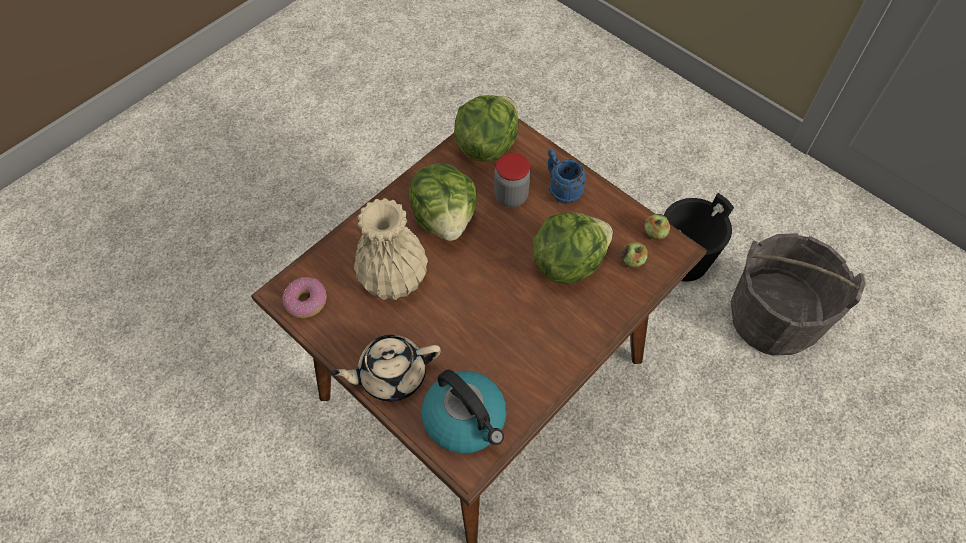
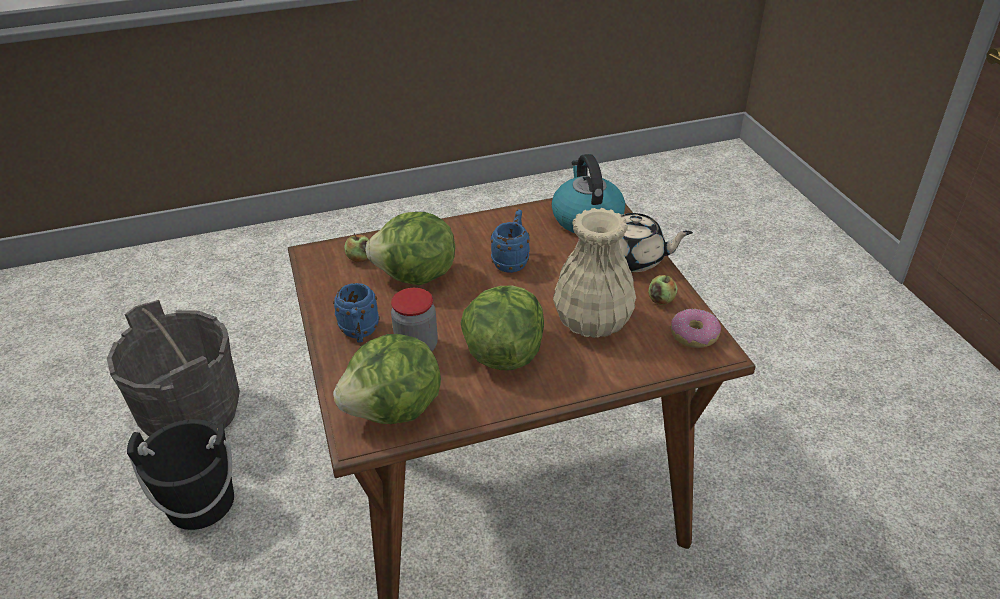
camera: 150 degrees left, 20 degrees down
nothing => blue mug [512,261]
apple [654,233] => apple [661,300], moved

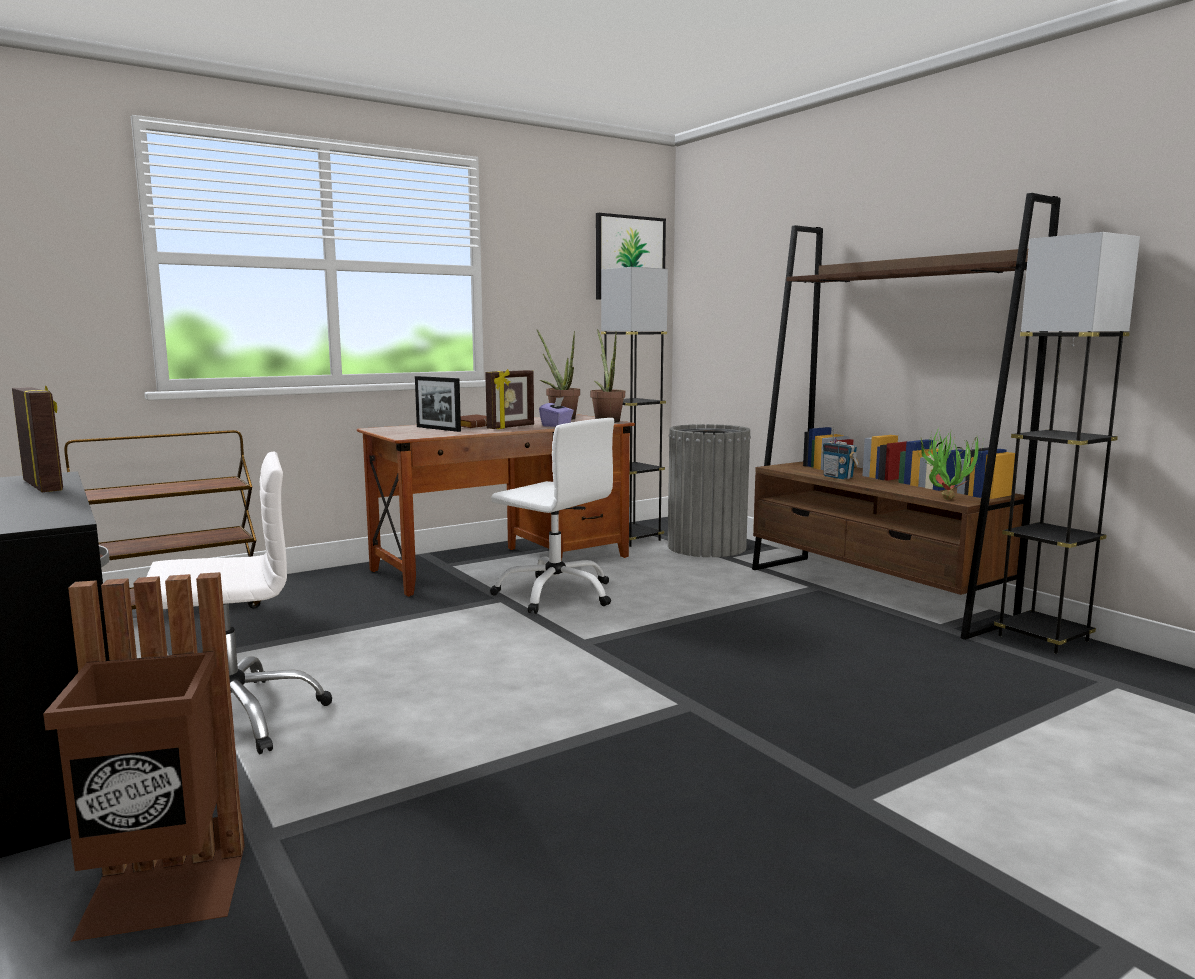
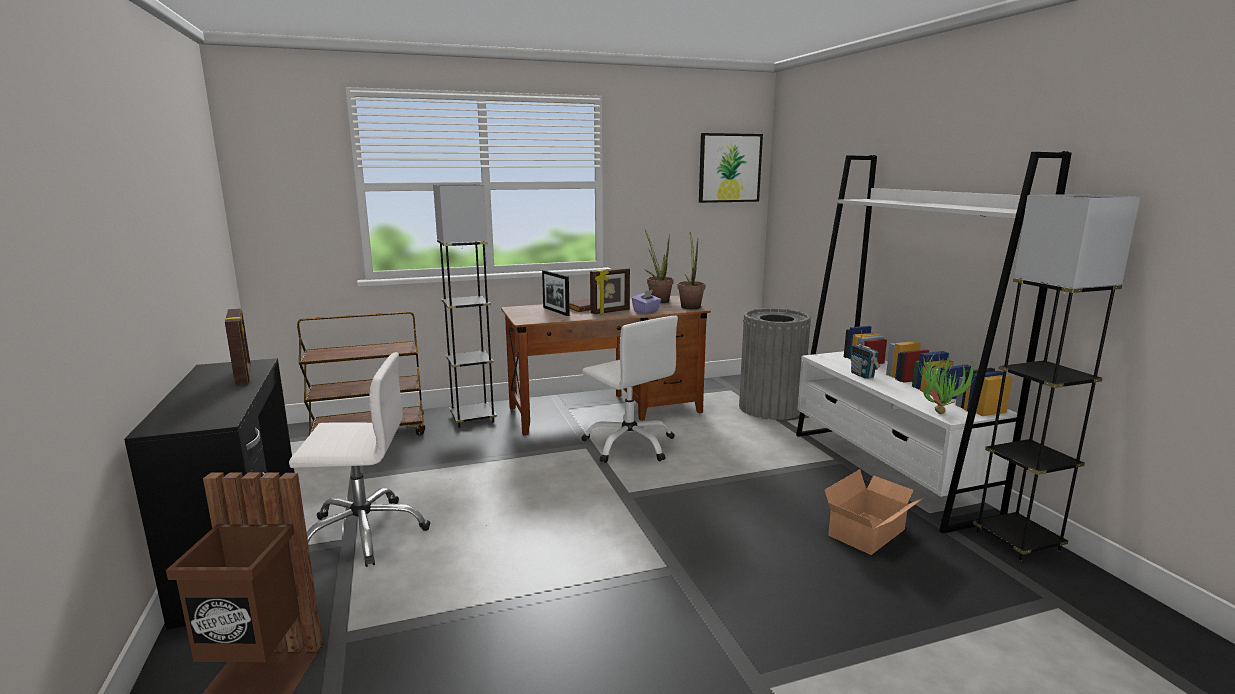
camera: 15 degrees right, 5 degrees up
grey floor lamp [632,539] => grey floor lamp [473,418], moved
brown bookcase [873,593] => white bookcase [887,472]
nothing => cardboard box [870,533]

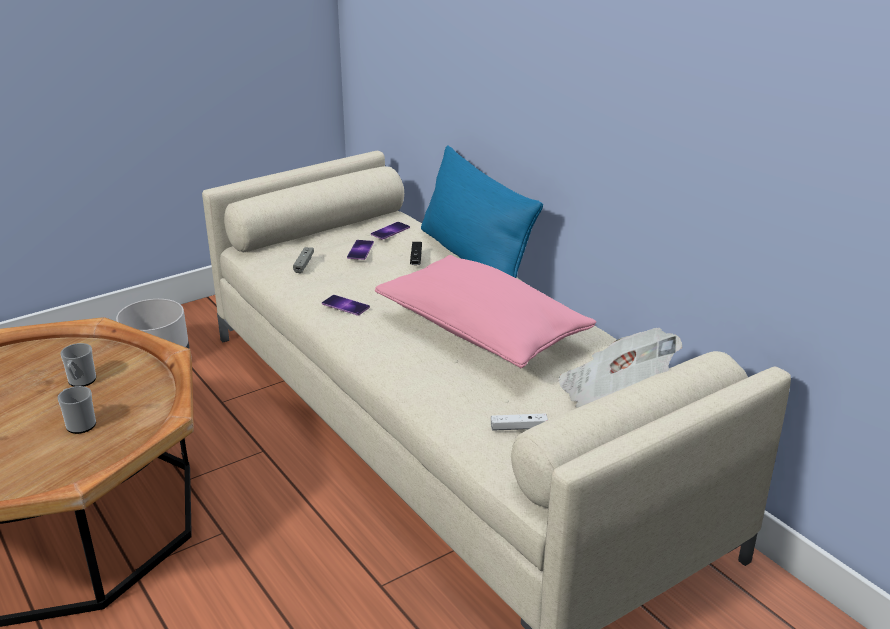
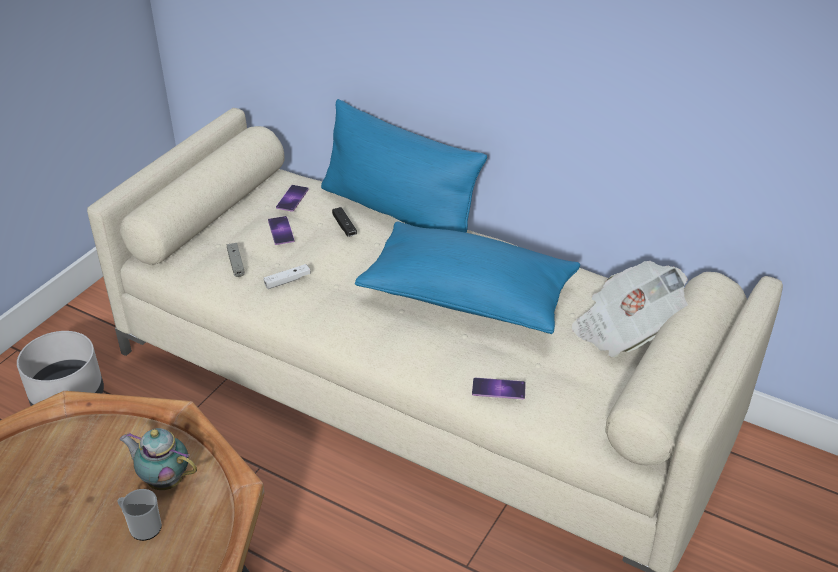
camera: 25 degrees left, 10 degrees up
nothing => teapot [164,480]
white game controller [518,427] => white game controller [287,281], moved
pink pillow [481,332] => blue pillow [468,297]
phone [345,305] => phone [498,389], moved
mug [81,381] => nothing

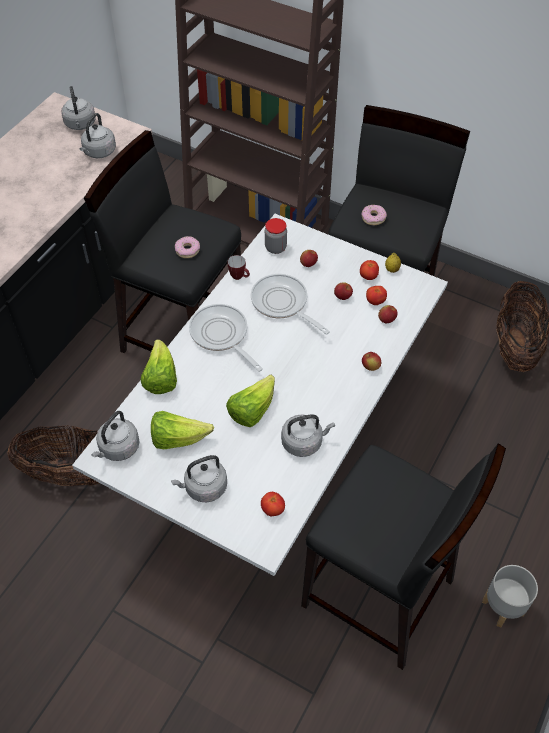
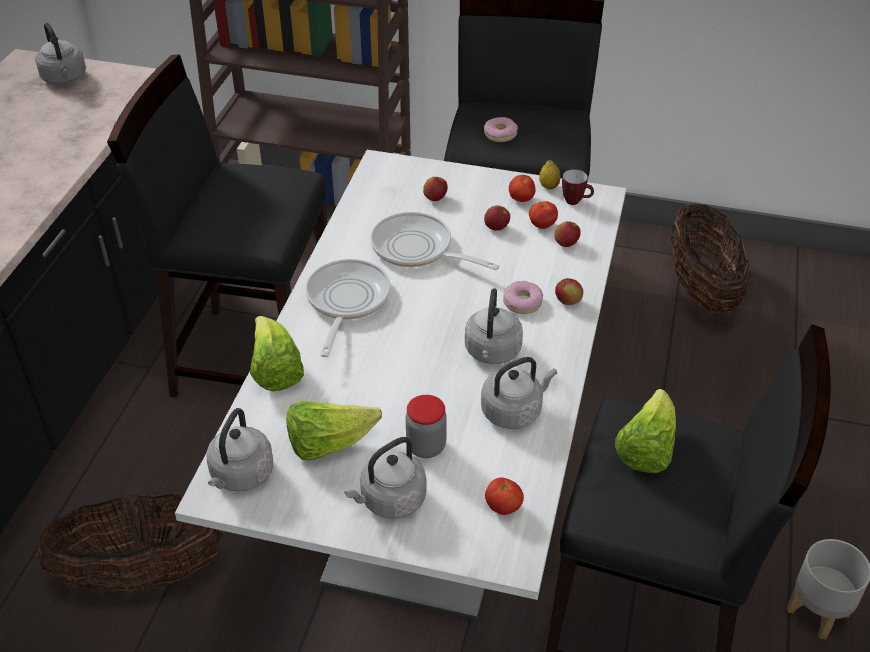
camera: 15 degrees left, 10 degrees down
frying pan [221,335] => frying pan [346,302], 60 degrees clockwise
jar [275,248] => jar [426,446], moved
grey kettle [99,152] => grey kettle [492,352], moved
donut [187,250] => donut [522,302], moved
mug [239,277] => mug [576,201], moved
lettuce [252,410] => lettuce [645,449], moved

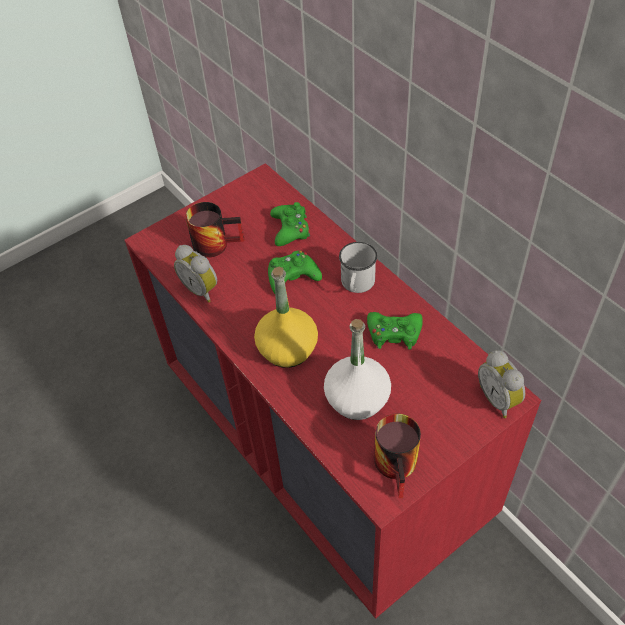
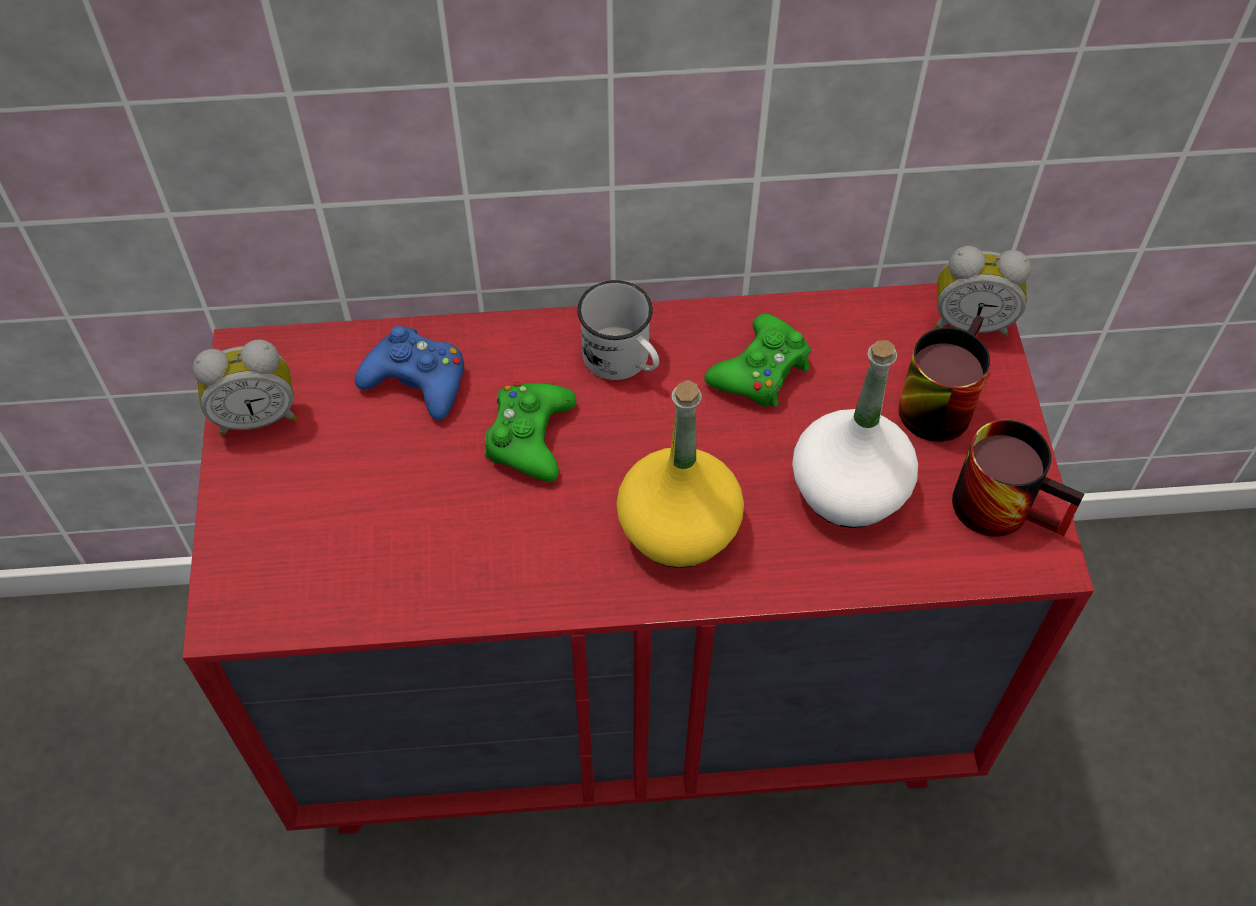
camera: 60 degrees left, 5 degrees up
alarm clock [202,289] => alarm clock [257,416], moved
green game controller [290,229] => blue game controller [417,381]
mug [216,242] => mug [934,398], moved

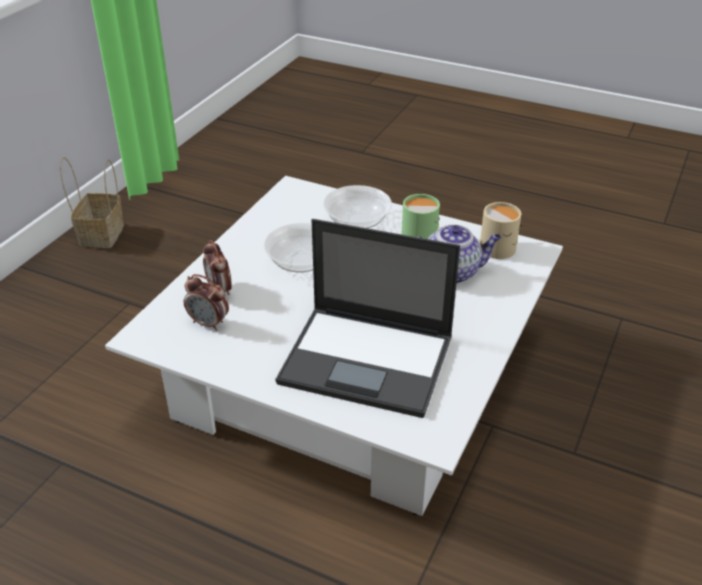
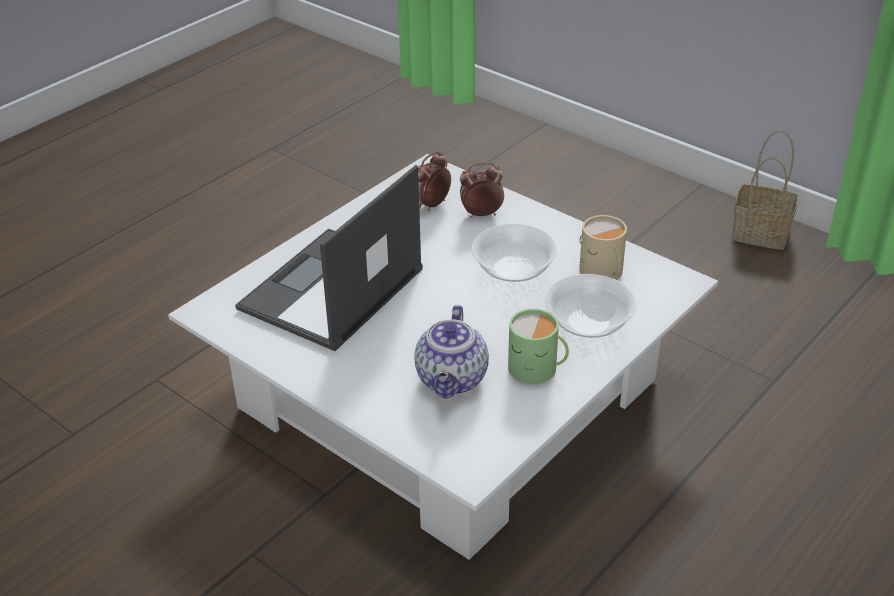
camera: 105 degrees right, 0 degrees up
beige mug [501,247] => beige mug [603,272], moved

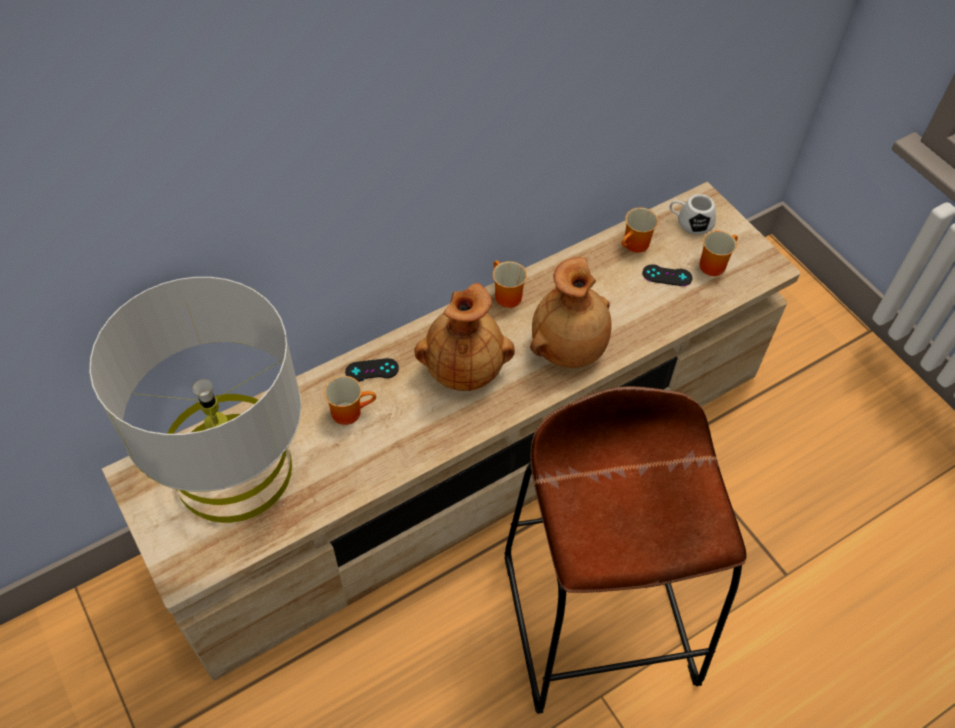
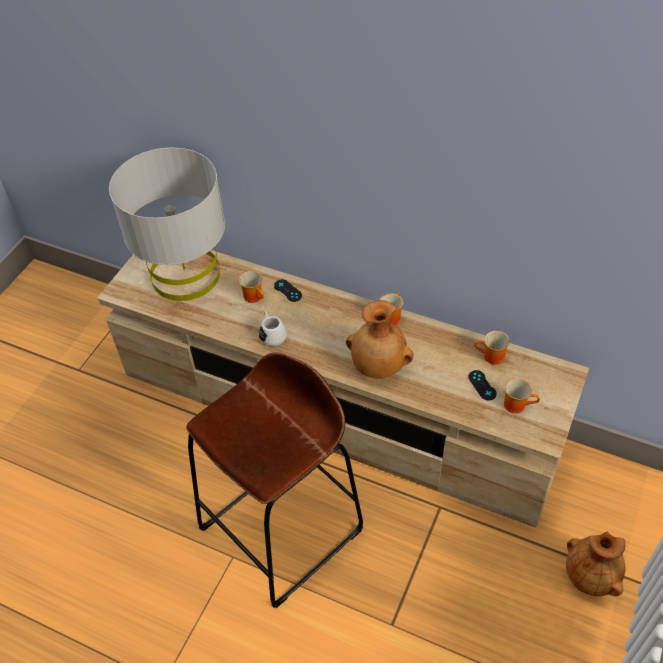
camera: 60 degrees right, 5 degrees down
white mug [690,221] => white mug [271,334], moved
brown vase [464,368] => brown vase [591,575], moved

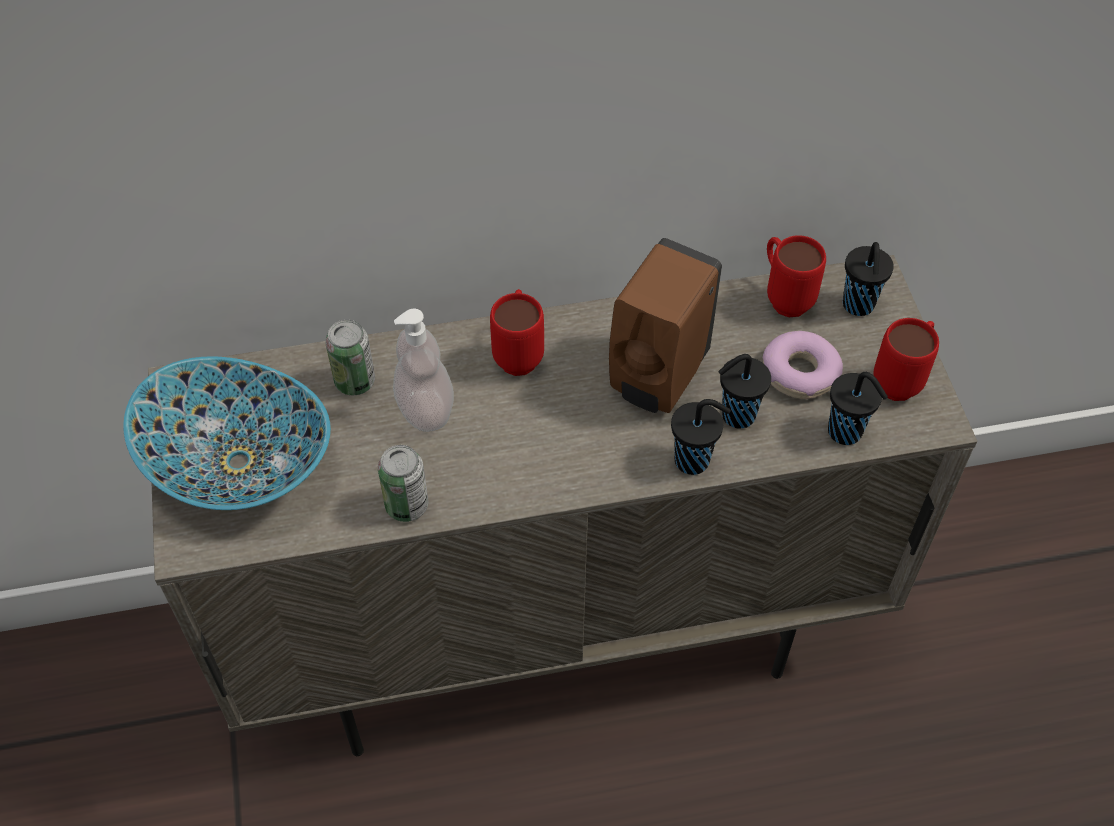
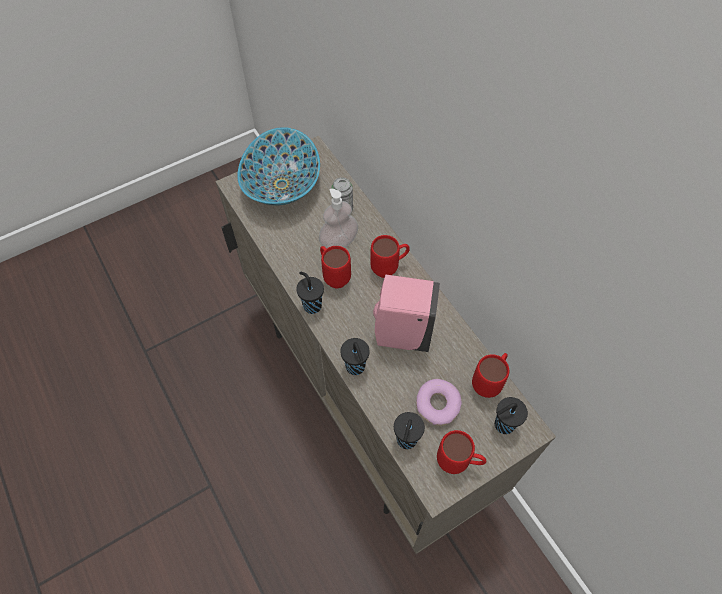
camera: 70 degrees right, 5 degrees up
black cup [736,416] => black cup [311,305], moved
nothing => red mug [334,276]
brown soap dispenser [657,379] => pink soap dispenser [401,335]
can [407,505] => nothing

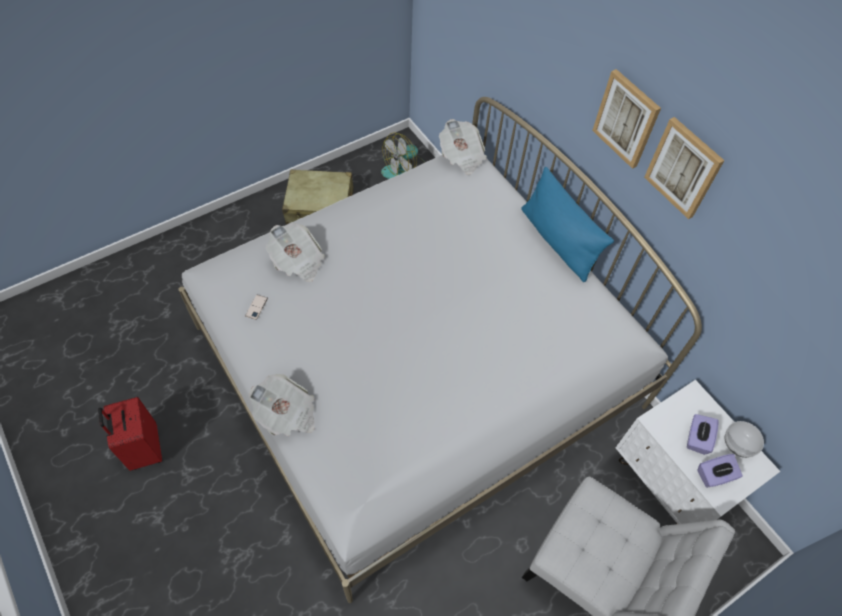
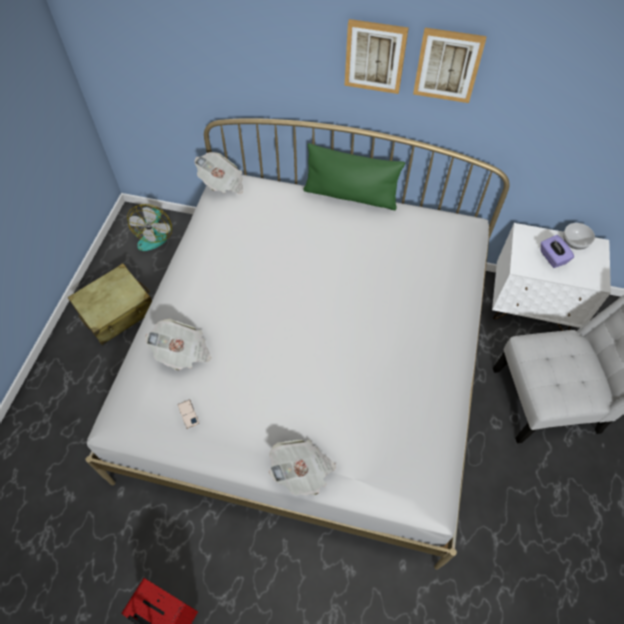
camera: 40 degrees left, 0 degrees up
blue pillow [557,241] => green pillow [350,195]
purple tissue box [714,476] => nothing

